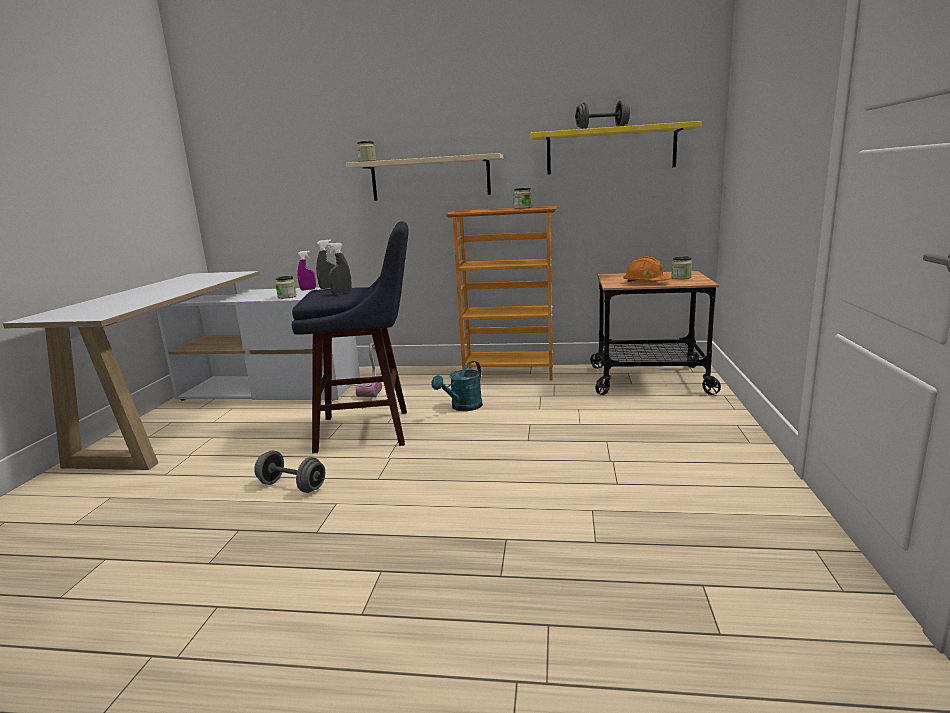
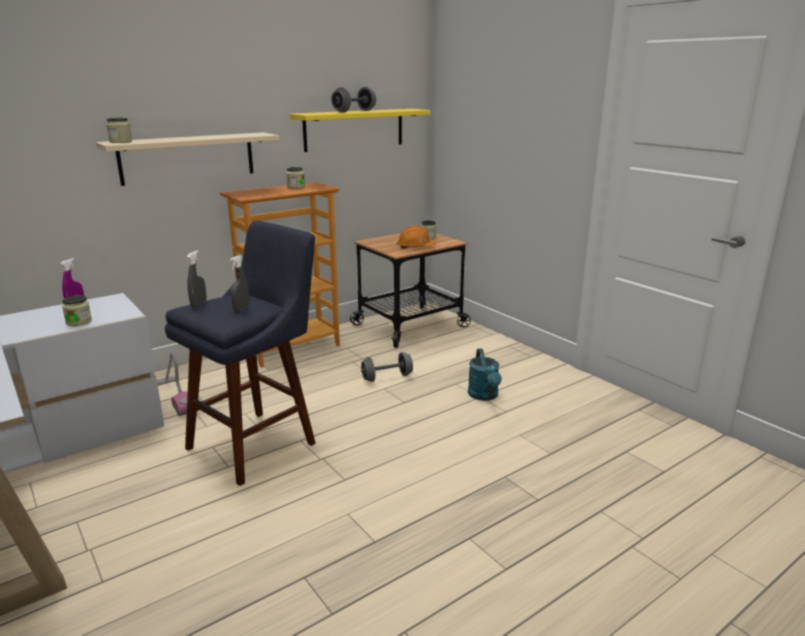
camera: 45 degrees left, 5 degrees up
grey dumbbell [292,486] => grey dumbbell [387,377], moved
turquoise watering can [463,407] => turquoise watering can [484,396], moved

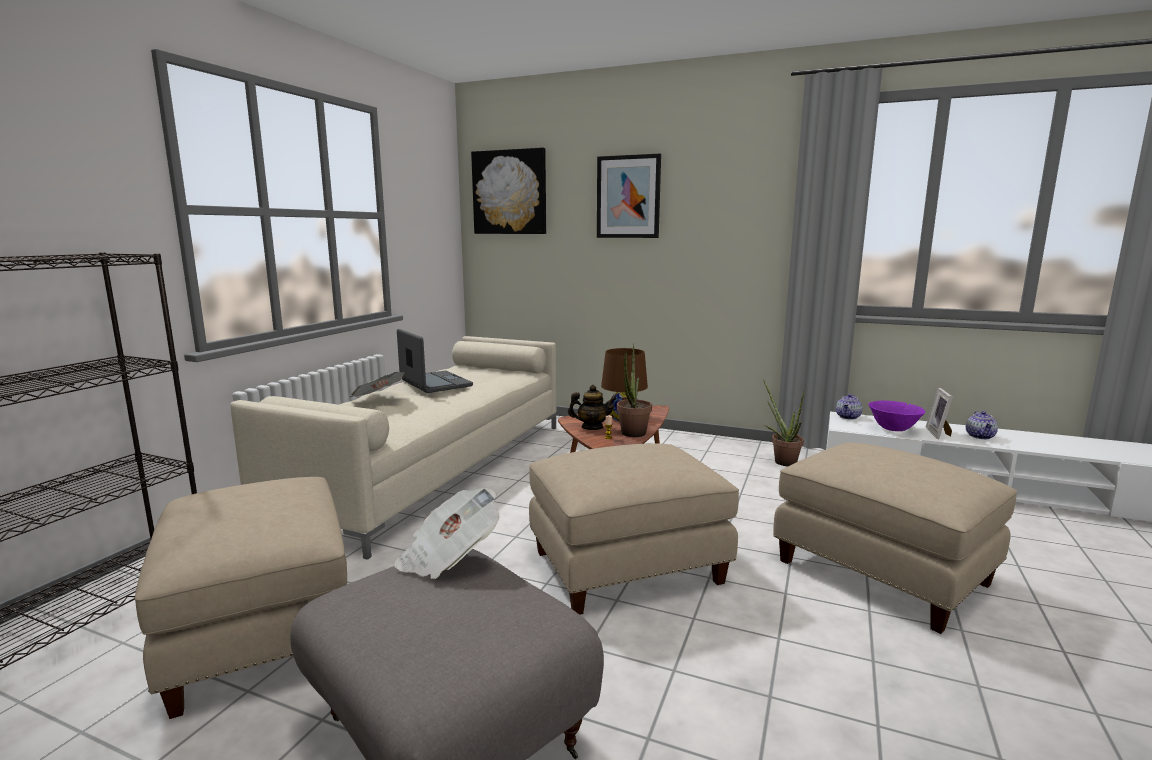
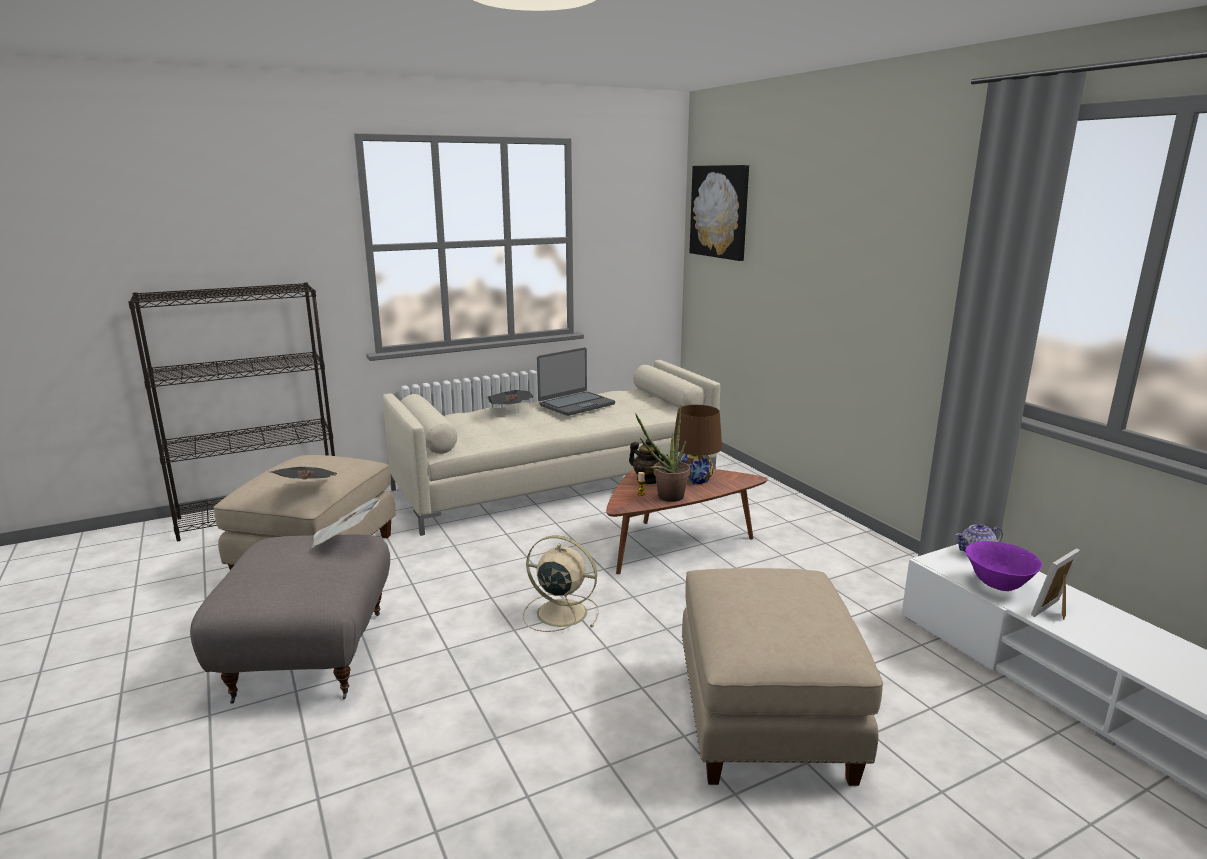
camera: 40 degrees right, 5 degrees up
nothing => newspaper [308,489]
beige ottoman [627,568] => beige fan [559,612]
laptop [435,383] => laptop [576,404], 45 degrees clockwise
picture [628,197] => nothing
potted plant [781,461] => nothing
teapot [980,436] => nothing

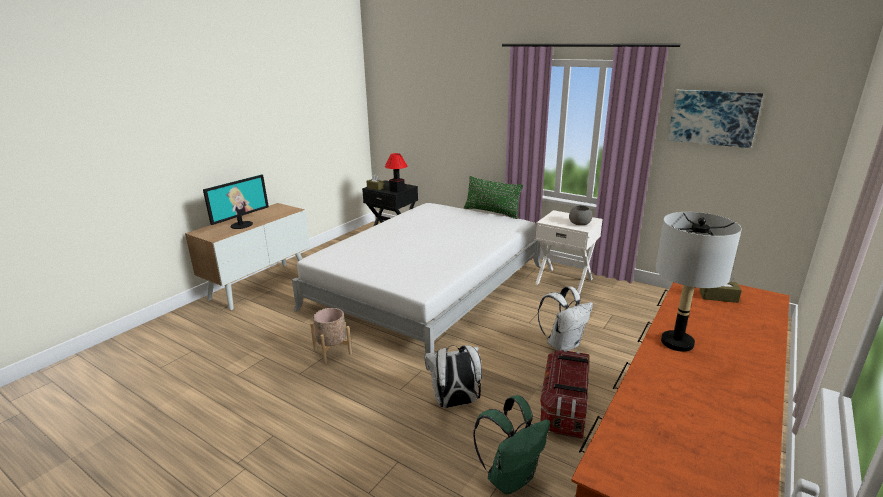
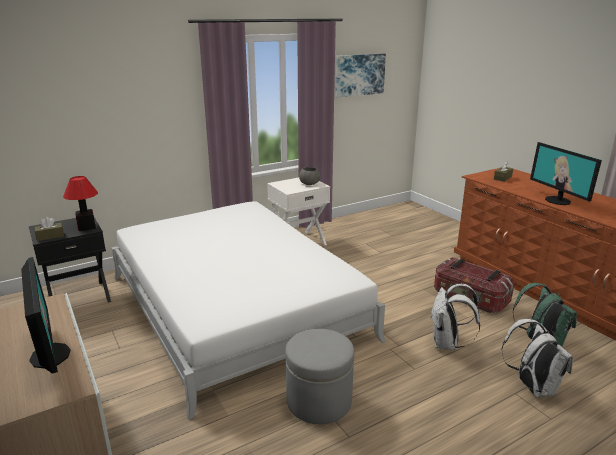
camera: 65 degrees left, 0 degrees up
beige planter [332,351] => grey ottoman [319,401]
white backpack [563,345] => white backpack [532,387], moved
grey table lamp [677,343] => monitor [558,200]
green pillow [492,212] => nothing

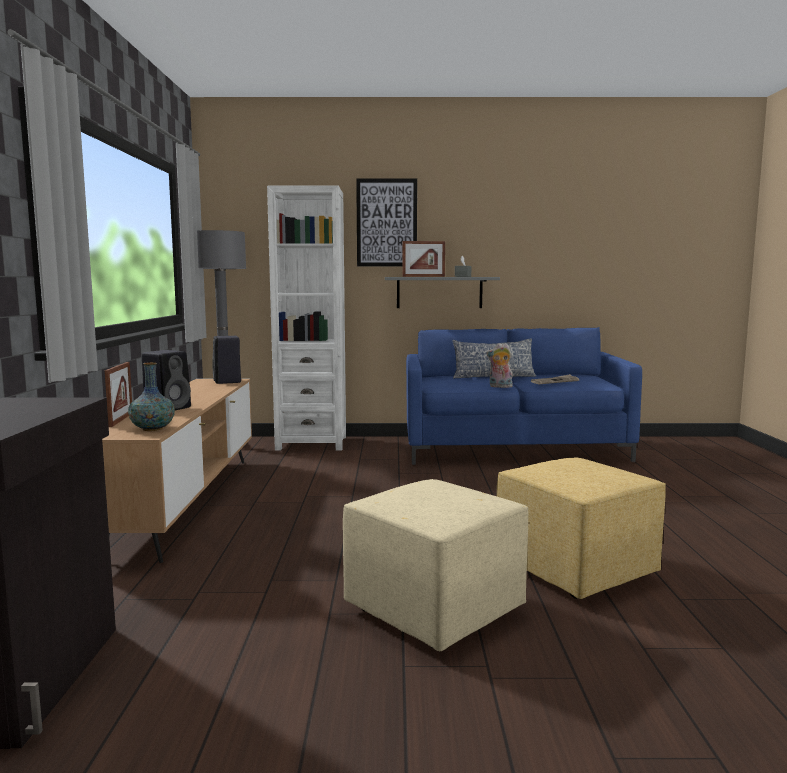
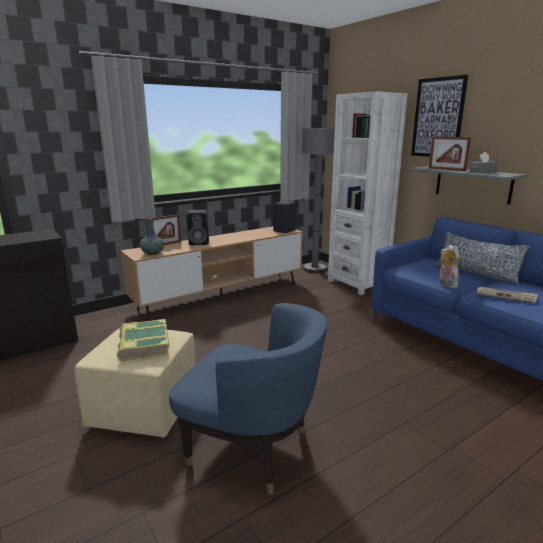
camera: 55 degrees right, 10 degrees up
nothing => book [143,345]
yellow ottoman [577,570] => blue armchair [251,448]

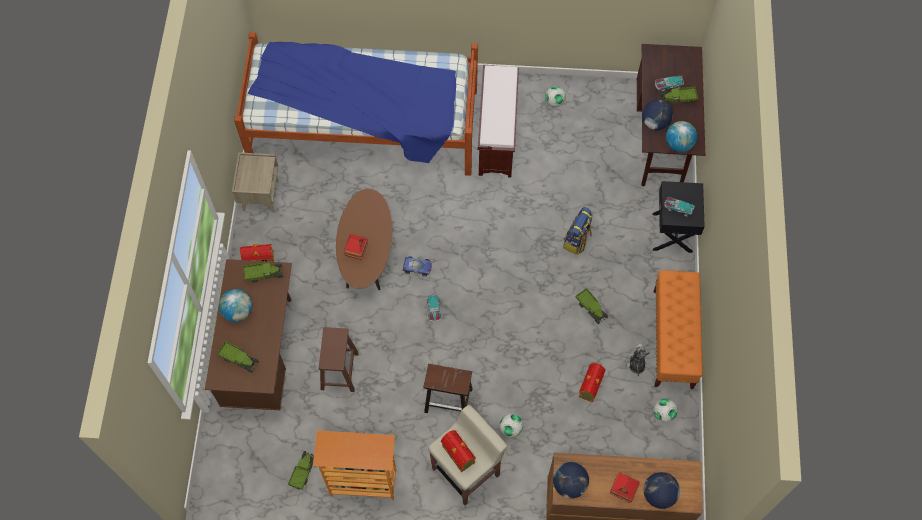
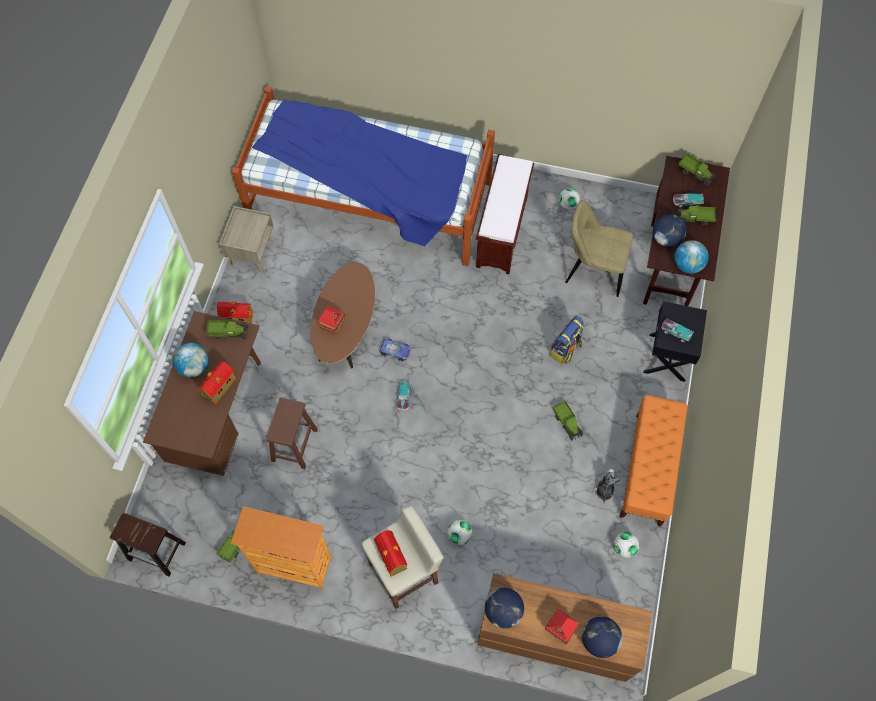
camera: 10 degrees right, 0 degrees up
brown stool [449,400] => brown stool [158,551], moved
toy house [590,387] => toy house [218,388], moved
nothing => beige chair [592,271]
toy truck [239,359] => toy truck [695,173], moved

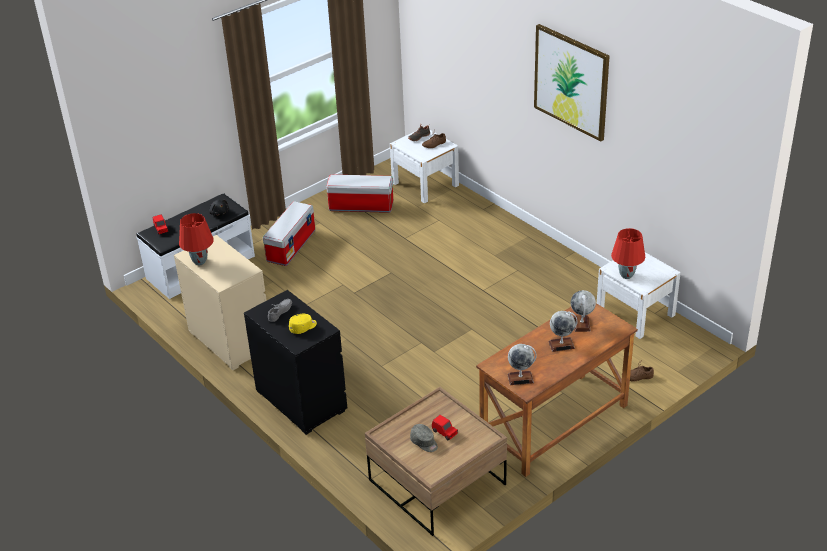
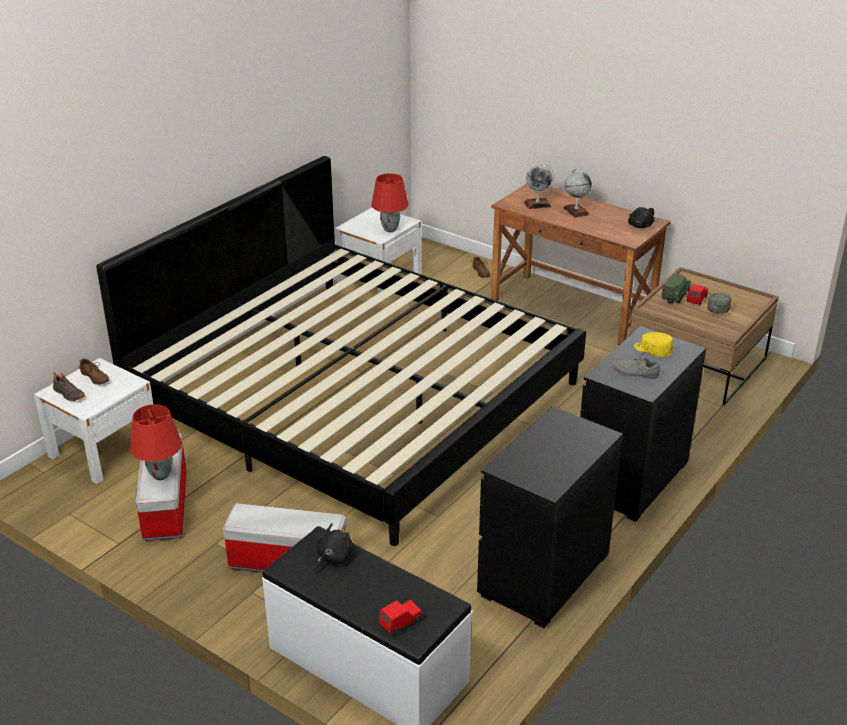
camera: 105 degrees left, 5 degrees down
nothing => bed [356,396]
red table lamp [200,261] => red table lamp [160,475], moved
beige dresser [230,339] => black dresser [543,575]
globe [520,378] => black plush toy [639,226]
nothing => toy truck [675,295]
picture [571,81] => nothing

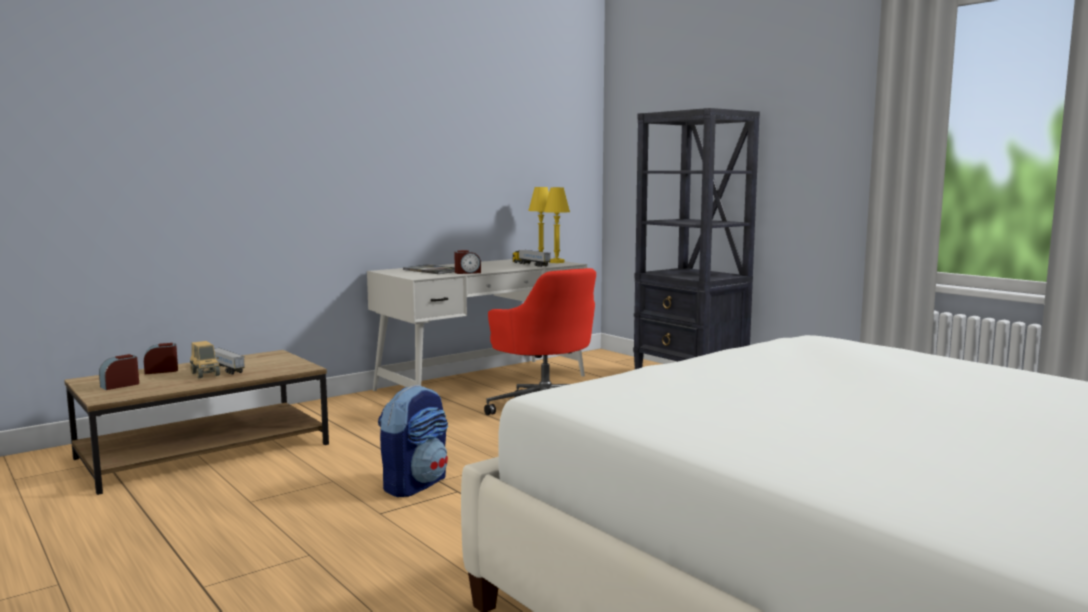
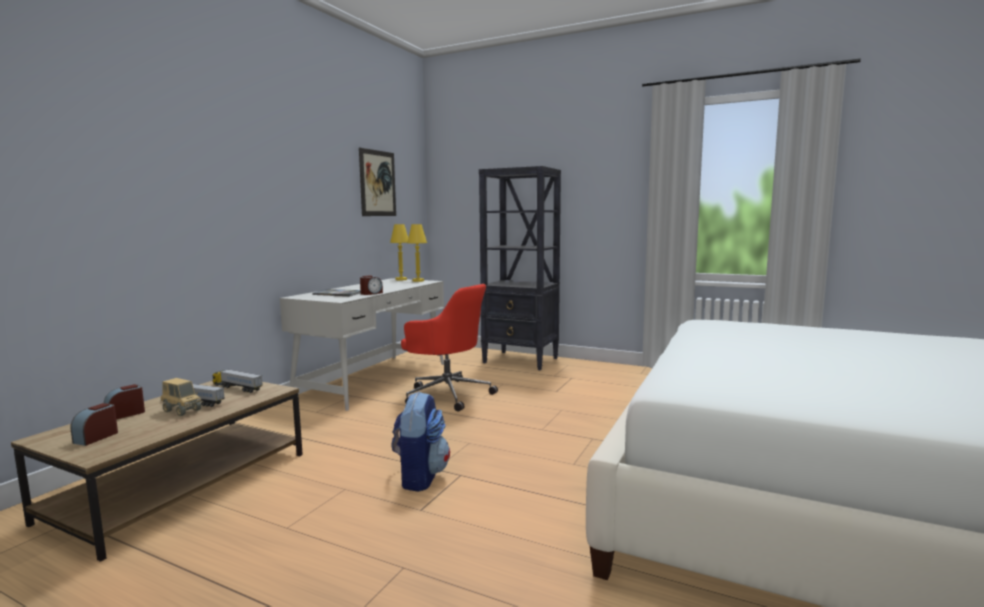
camera: 25 degrees left, 0 degrees up
toy truck [530,264] => toy truck [237,388], moved
nothing => picture [377,183]

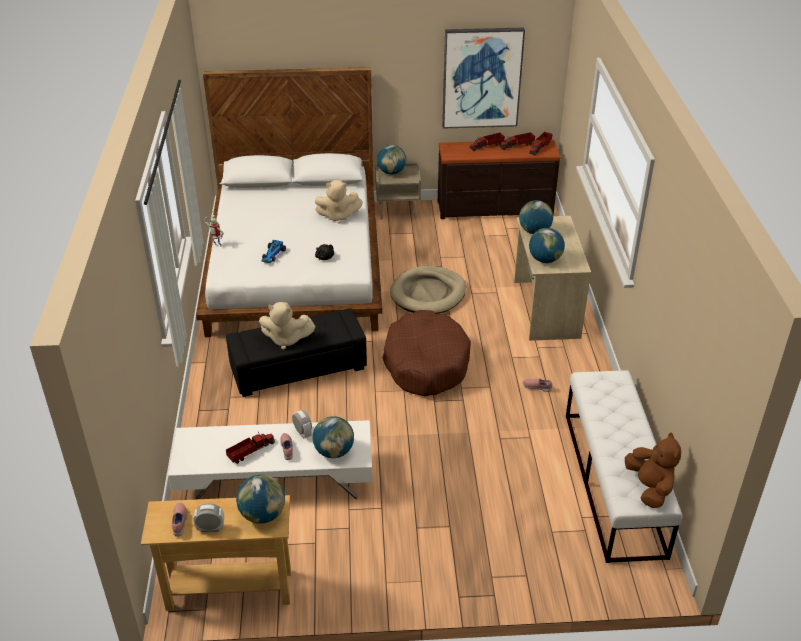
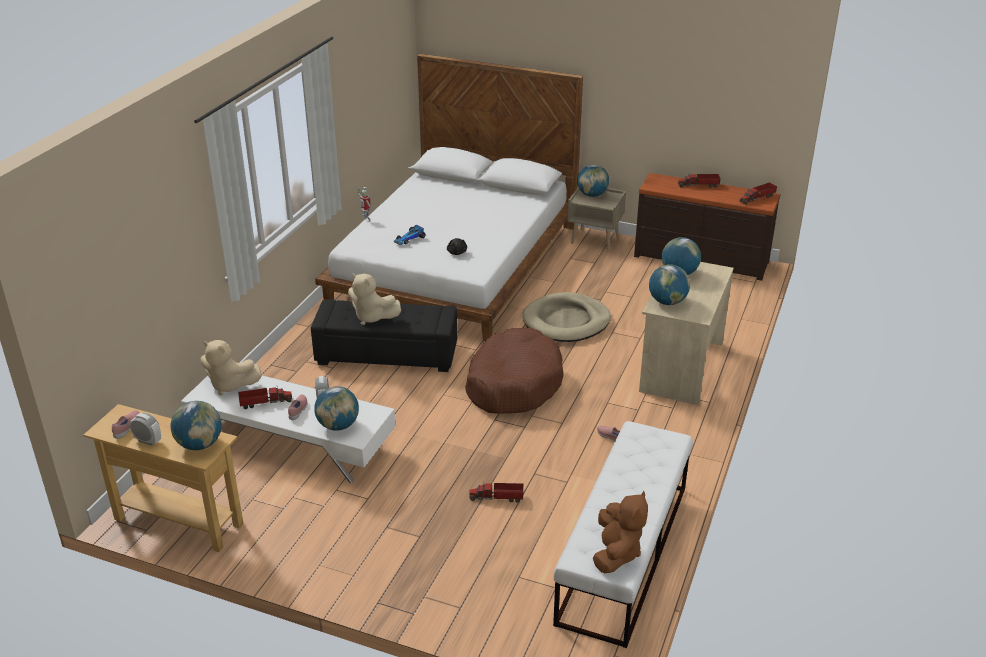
camera: 25 degrees right, 5 degrees down
beige plush toy [338,216] => beige plush toy [230,385], moved
toy truck [517,145] => toy truck [498,498], moved
picture [481,78] => nothing

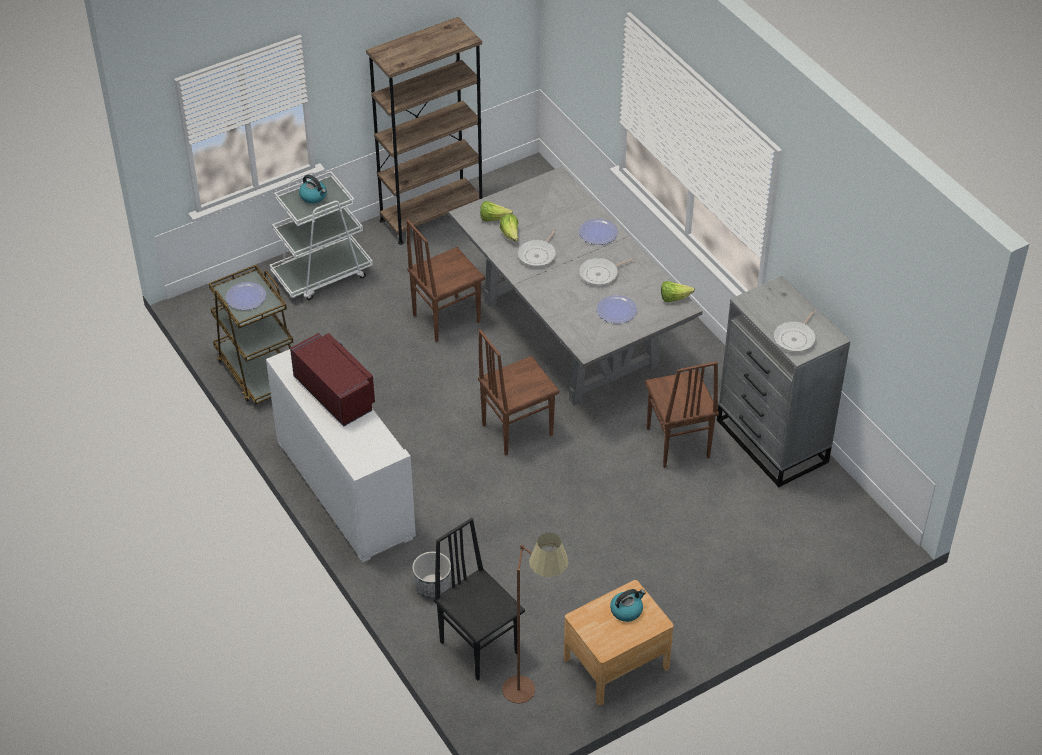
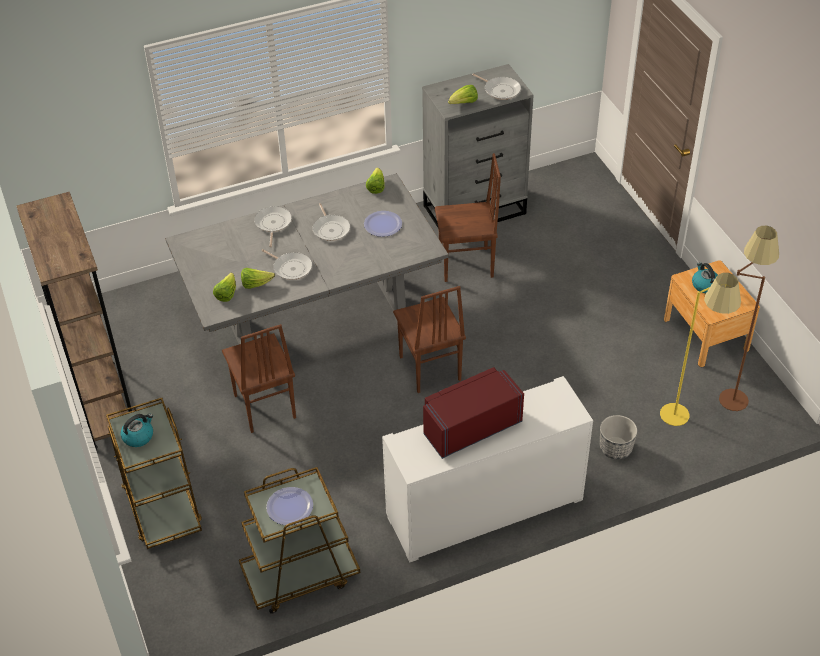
camera: 80 degrees left, 0 degrees up
white cart [322,274] => brown cart [162,506]
plate [598,232] => frying pan [272,224]
nothing => lettuce [464,103]
black chair [479,646] => yellow floor lamp [686,421]

